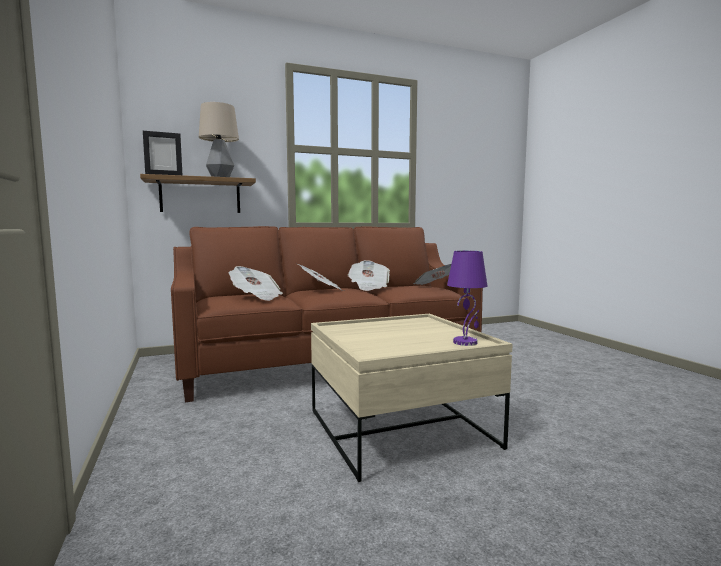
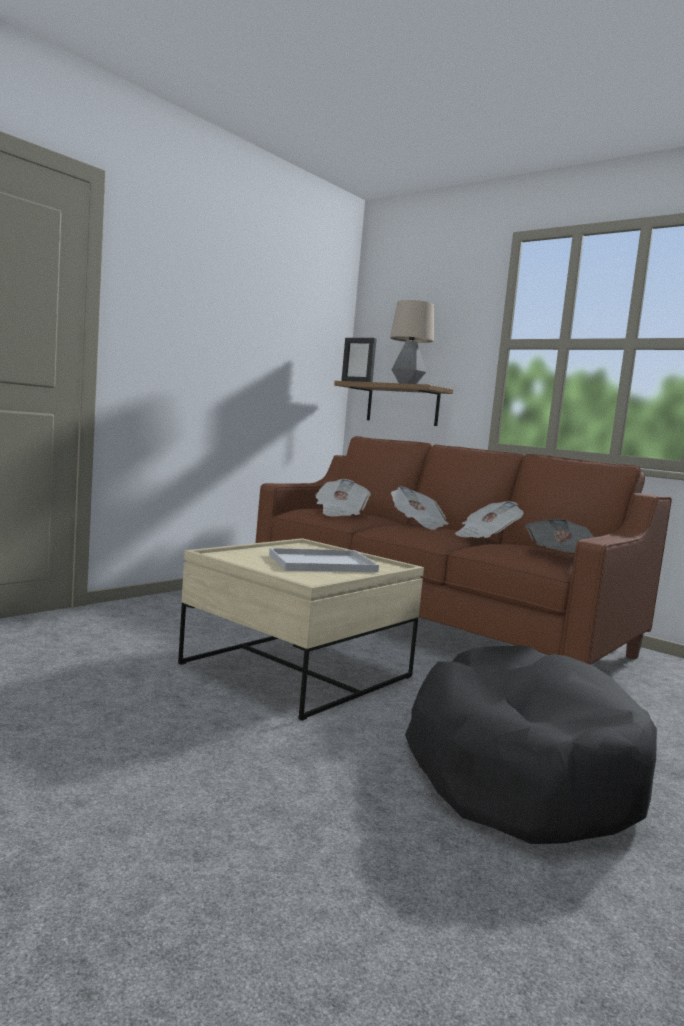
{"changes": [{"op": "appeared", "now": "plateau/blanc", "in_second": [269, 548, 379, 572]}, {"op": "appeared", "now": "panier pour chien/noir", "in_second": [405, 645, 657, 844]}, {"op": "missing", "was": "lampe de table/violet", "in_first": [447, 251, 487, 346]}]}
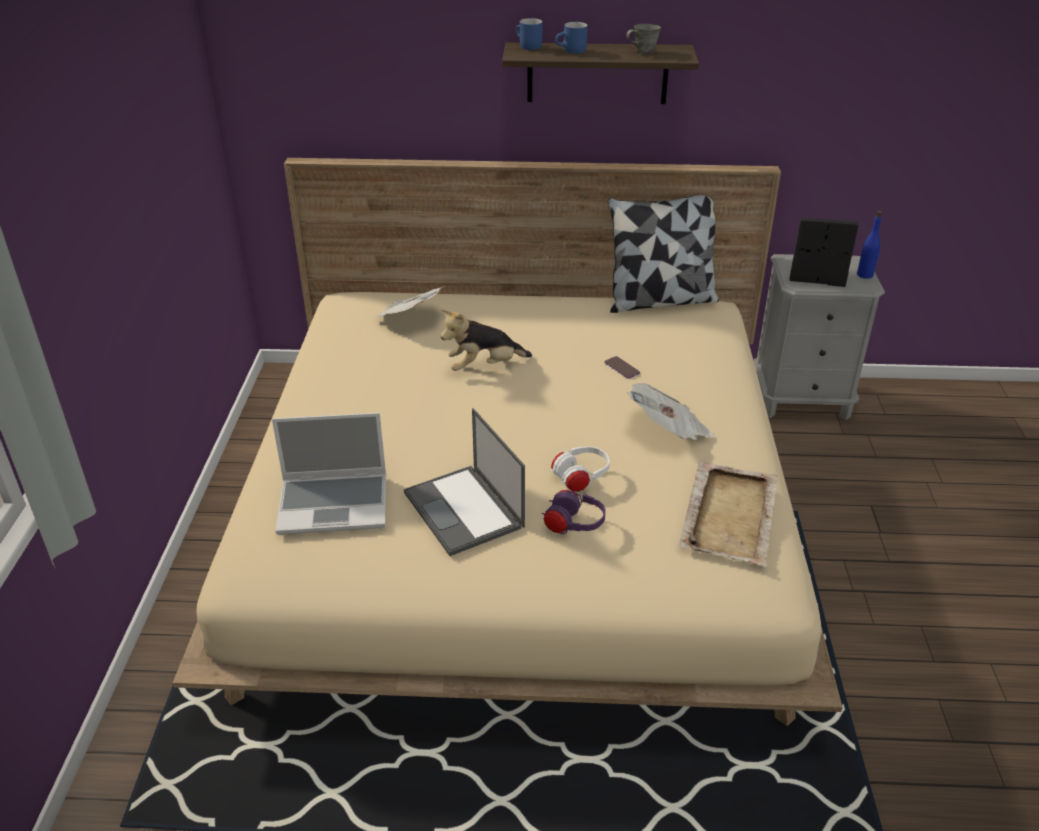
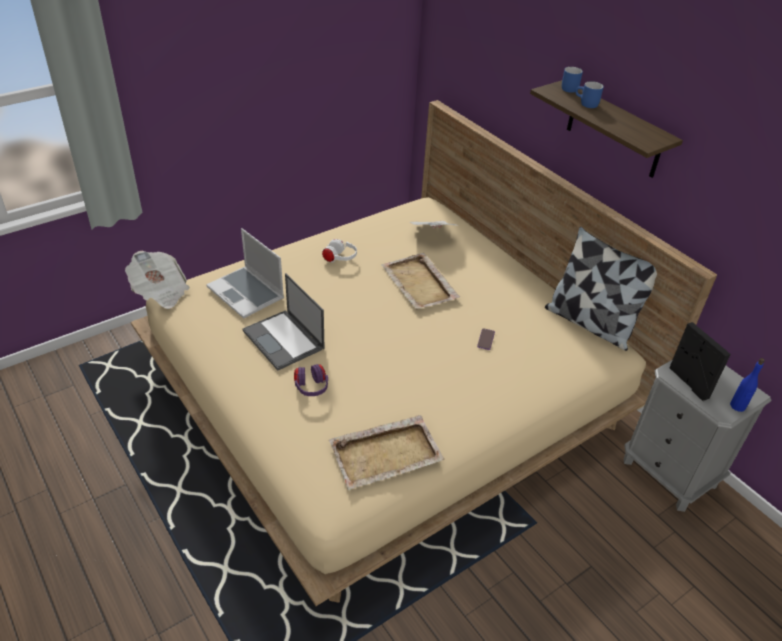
{"changes": [{"op": "relocated", "was": "journal", "in_first": [627, 383, 715, 440], "in_second": [125, 251, 190, 309]}, {"op": "spun", "was": "ordinateur portable", "in_first": [404, 408, 525, 556], "in_second": [242, 273, 325, 371], "clockwise": -60}, {"op": "relocated", "was": "casque audio/blanc", "in_first": [551, 446, 610, 492], "in_second": [322, 239, 357, 263]}, {"op": "exchanged", "was": "peluche", "now": "plateau/beige", "in_first": [441, 309, 532, 371], "in_second": [381, 253, 460, 310]}, {"op": "missing", "was": "mug/gris", "in_first": [626, 24, 661, 54]}]}
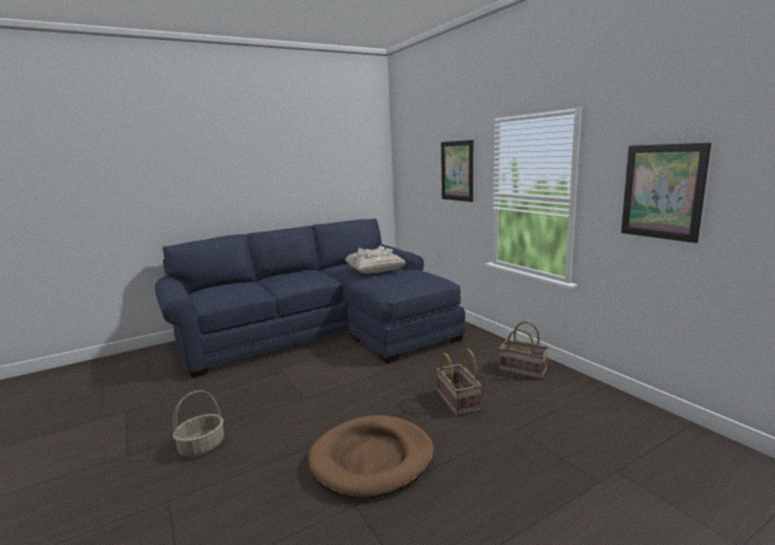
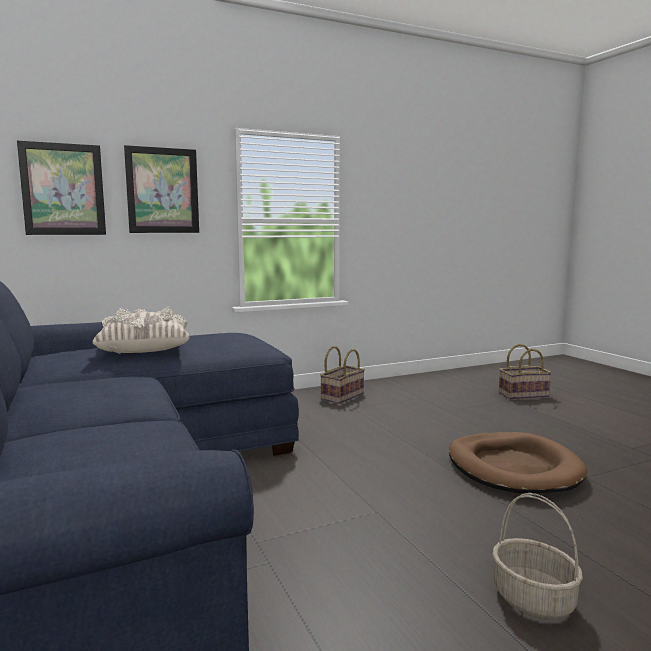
{"changes": [{"op": "relocated", "was": "tableau", "in_first": [621, 143, 711, 243], "in_second": [17, 141, 106, 235]}, {"op": "relocated", "was": "panier", "in_first": [437, 349, 482, 416], "in_second": [499, 344, 552, 399]}]}
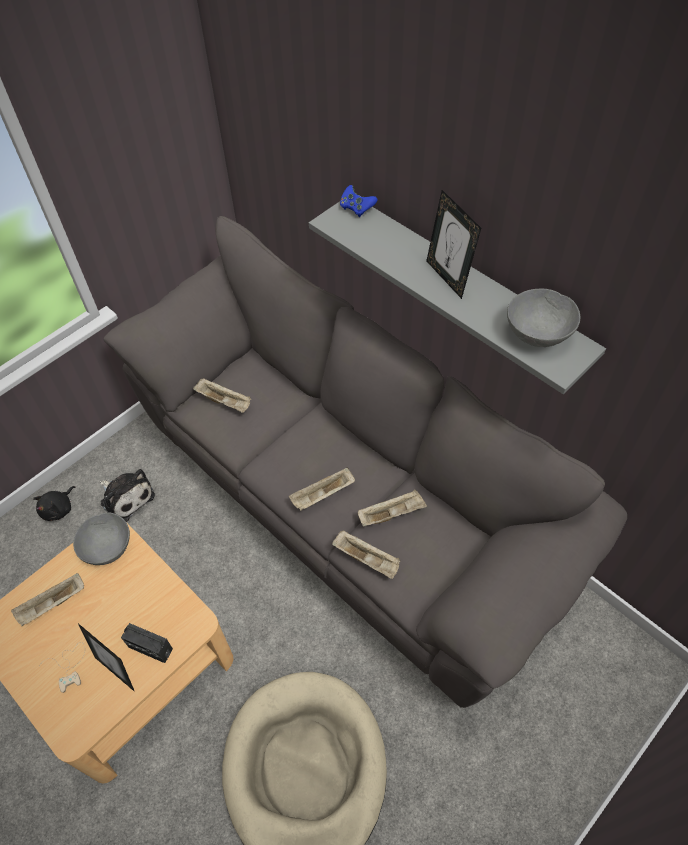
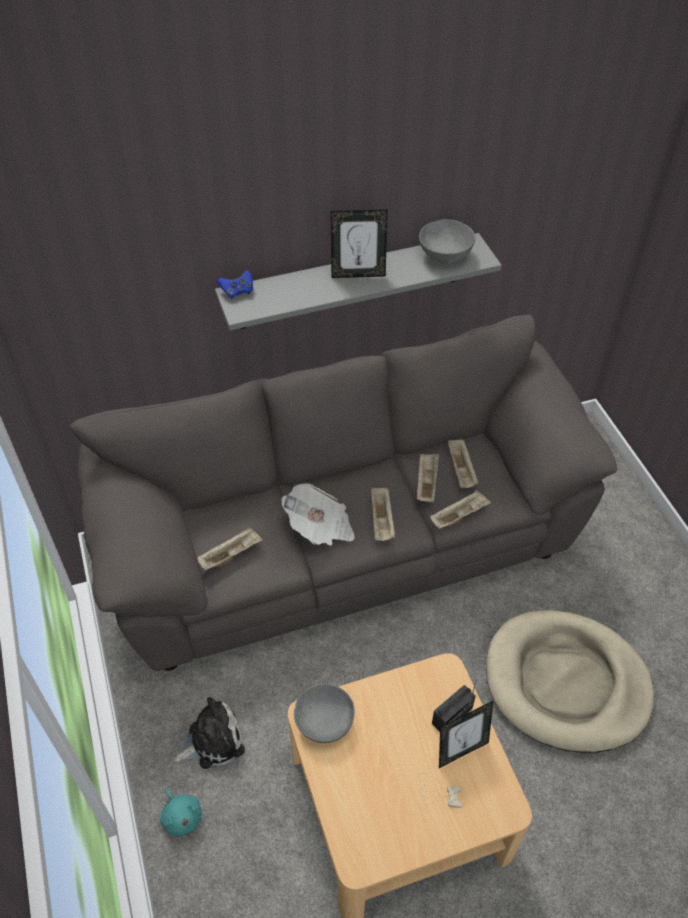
{"changes": [{"op": "colour", "was": "peluche/noir", "now": "peluche/turquoise", "in_first": [33, 486, 76, 521], "in_second": [160, 788, 202, 836]}, {"op": "appeared", "now": "journal", "in_second": [281, 483, 355, 546]}, {"op": "relocated", "was": "plateau/beige", "in_first": [11, 573, 84, 626], "in_second": [448, 439, 479, 488]}]}
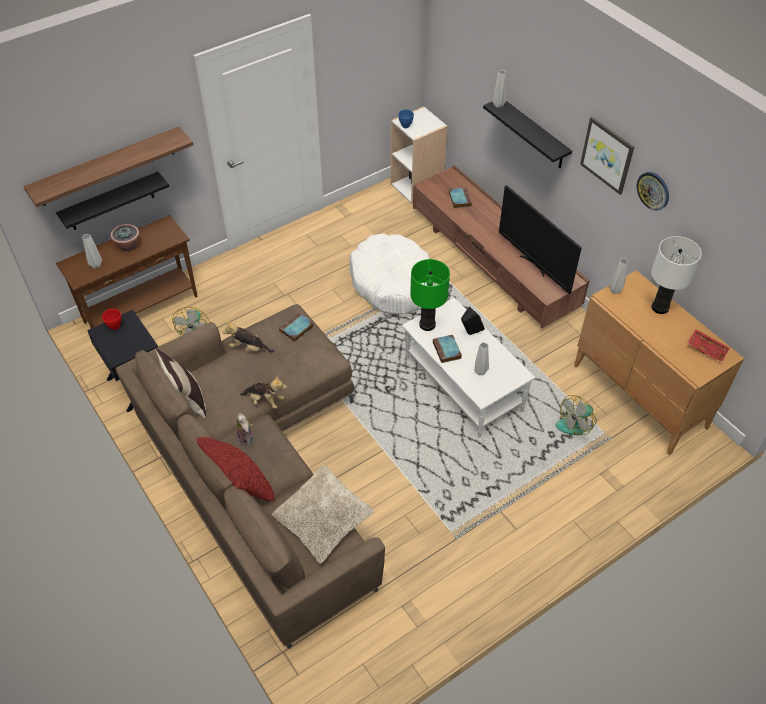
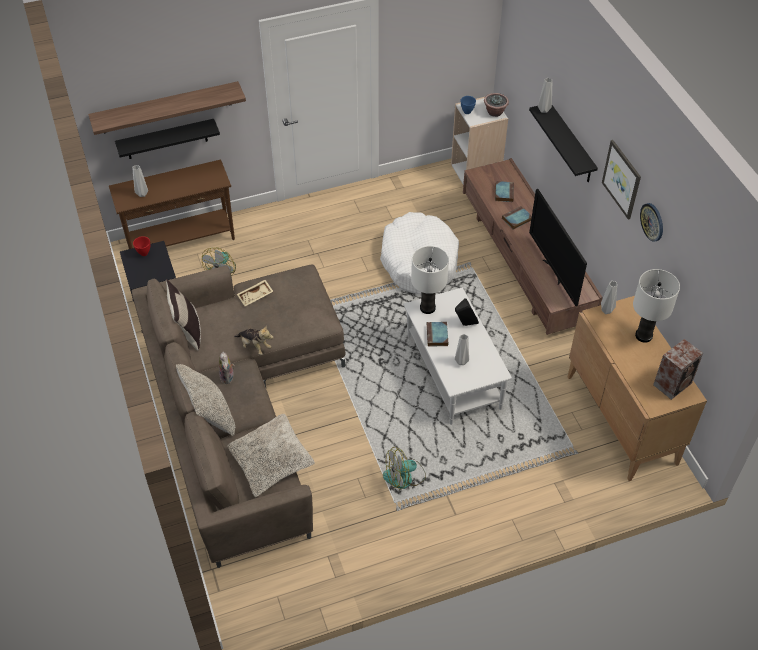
{"changes": [{"op": "colour", "was": "coussin/rouge", "now": "coussin/beige", "in_first": [196, 437, 274, 502], "in_second": [176, 364, 235, 436]}, {"op": "exchanged", "was": "peluche", "now": "plateau/beige", "in_first": [223, 320, 274, 352], "in_second": [237, 280, 274, 306]}, {"op": "relocated", "was": "ventilateur", "in_first": [555, 395, 597, 435], "in_second": [383, 447, 426, 489]}, {"op": "colour", "was": "lampe de table/vert", "now": "lampe de table/blanc", "in_first": [410, 259, 450, 331], "in_second": [411, 246, 449, 314]}, {"op": "relocated", "was": "plante en pot", "in_first": [110, 224, 139, 251], "in_second": [484, 93, 509, 117]}, {"op": "relocated", "was": "livre", "in_first": [279, 313, 314, 342], "in_second": [502, 206, 532, 230]}, {"op": "exchanged", "was": "plateau/rouge", "now": "enceinte", "in_first": [688, 329, 730, 362], "in_second": [653, 339, 703, 400]}]}
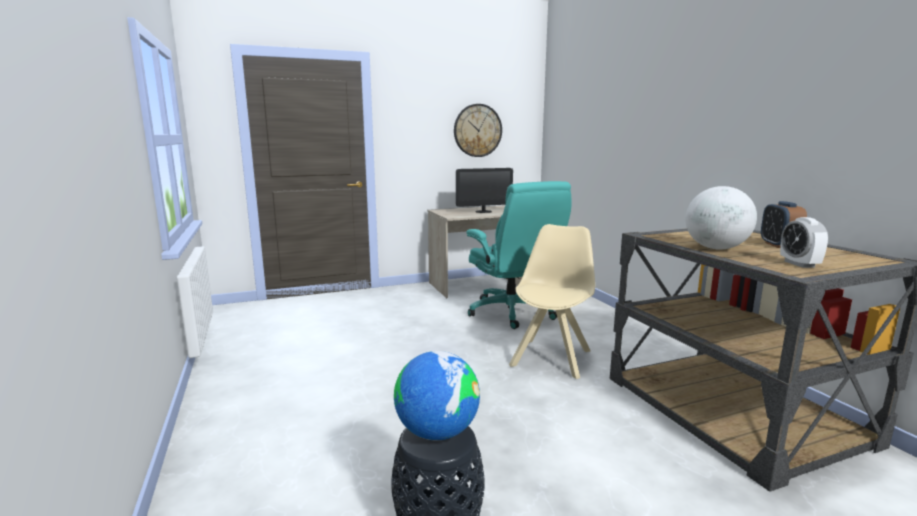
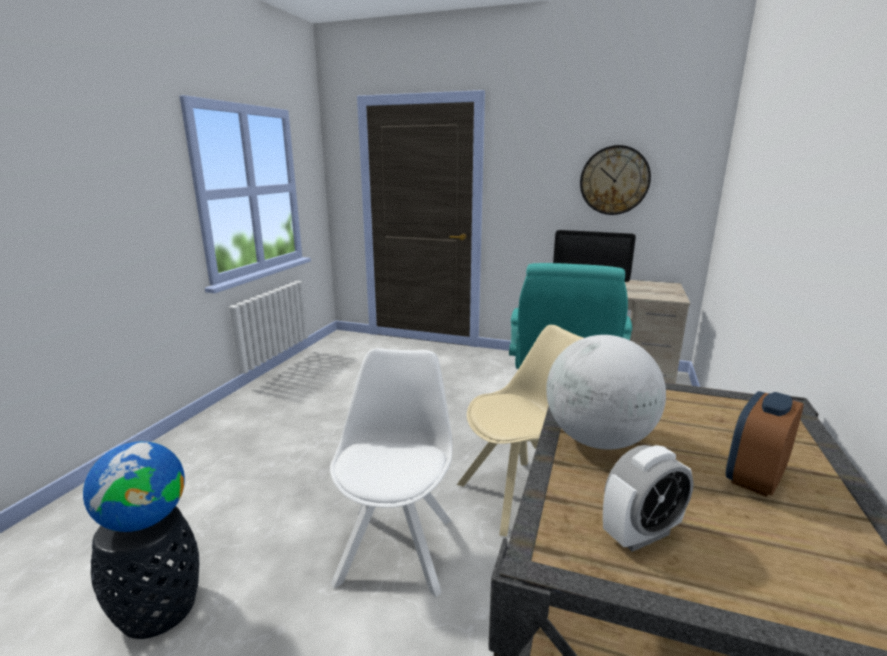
{"changes": [{"op": "appeared", "now": "chaise/blanc", "in_second": [330, 348, 452, 597]}, {"op": "spun", "was": "réveil", "in_first": [780, 217, 828, 268], "in_second": [603, 445, 694, 552], "clockwise": -150}]}
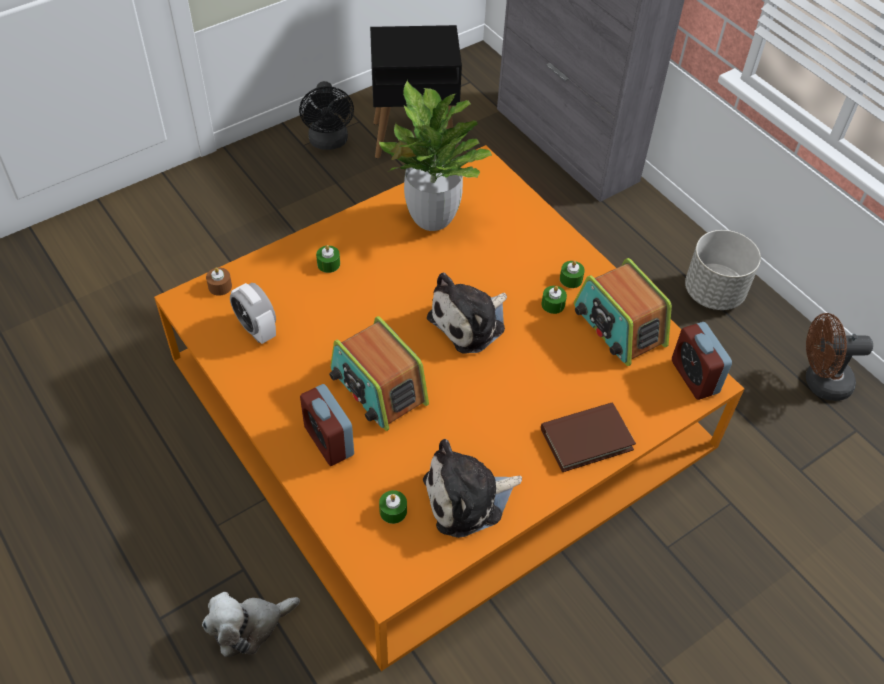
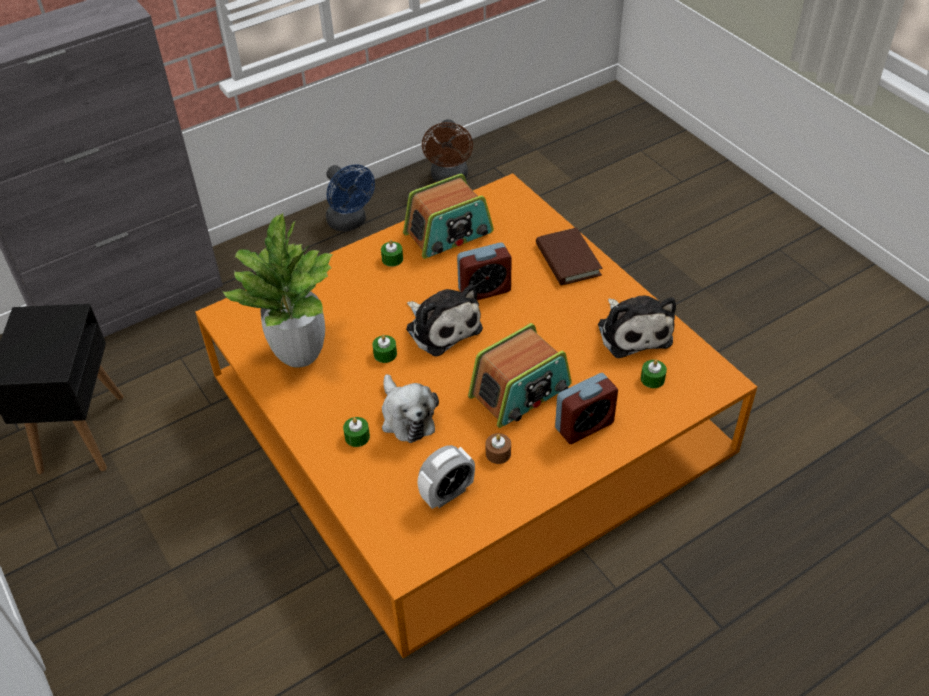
{"changes": [{"op": "exchanged", "was": "cache-pot/gris", "now": "ventilateur/bleu", "in_first": [685, 230, 761, 310], "in_second": [326, 164, 375, 231]}, {"op": "relocated", "was": "bougie/vert", "in_first": [542, 286, 567, 314], "in_second": [372, 335, 397, 363]}, {"op": "relocated", "was": "peluche", "in_first": [202, 592, 300, 657], "in_second": [382, 374, 439, 443]}, {"op": "relocated", "was": "réveil", "in_first": [672, 322, 732, 400], "in_second": [457, 242, 512, 300]}, {"op": "relocated", "was": "bougie/marron", "in_first": [206, 267, 232, 296], "in_second": [486, 433, 511, 464]}, {"op": "missing", "was": "ventilateur/noir", "in_first": [299, 81, 354, 150]}]}
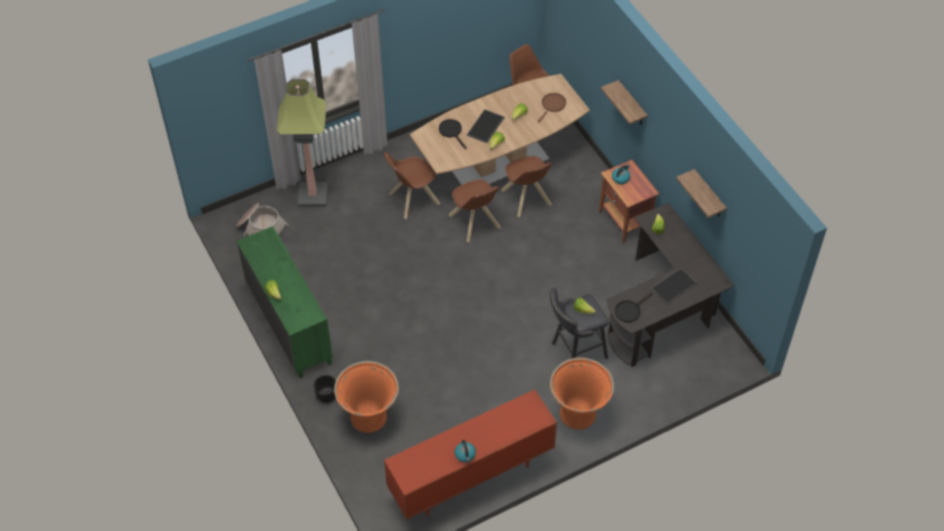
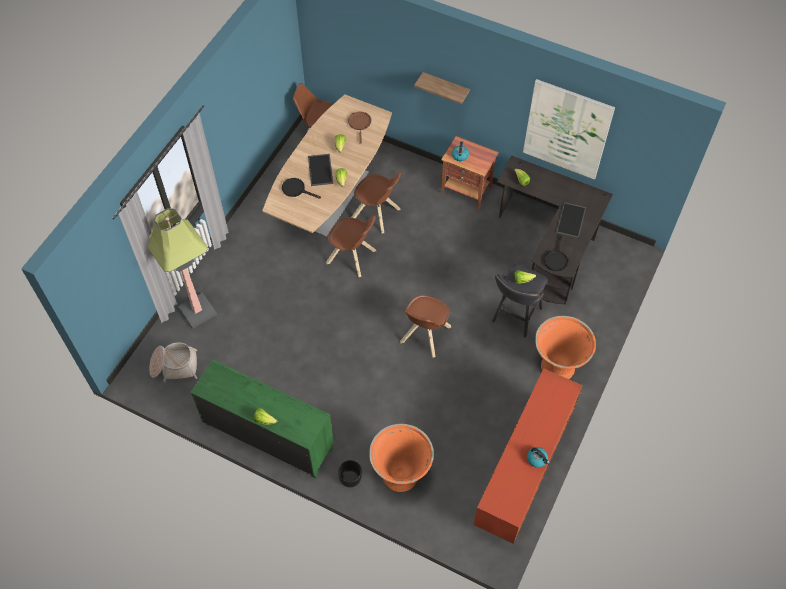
{"changes": [{"op": "relocated", "was": "chaise/marron", "in_first": [384, 152, 440, 219], "in_second": [400, 295, 451, 358]}, {"op": "exchanged", "was": "étagère", "now": "tableau", "in_first": [676, 169, 727, 218], "in_second": [523, 79, 615, 180]}]}
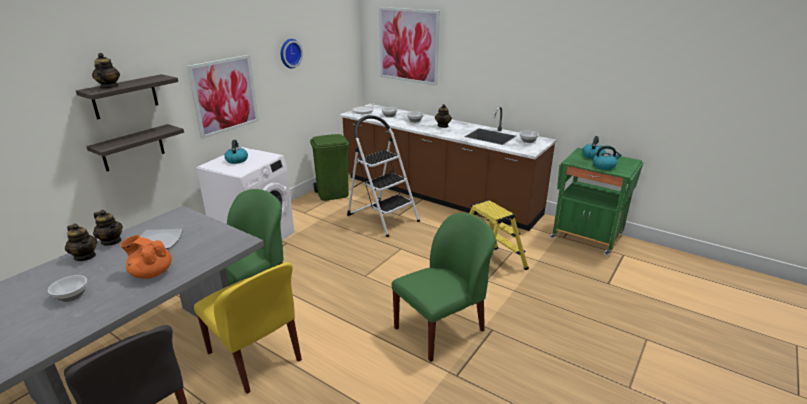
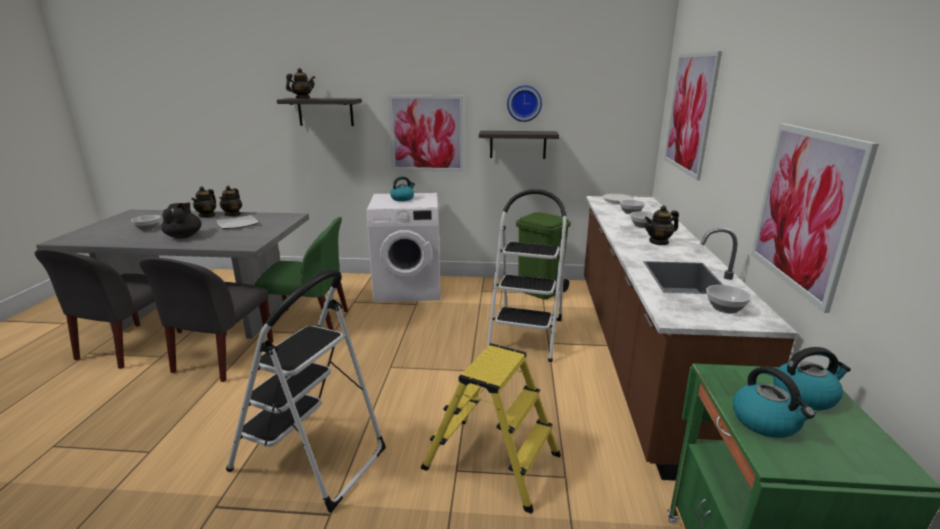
{"changes": [{"op": "colour", "was": "chaise/jaune", "now": "chaise/gris", "in_first": [194, 262, 302, 394], "in_second": [139, 258, 273, 382]}, {"op": "colour", "was": "théière/orange", "now": "théière/noir", "in_first": [120, 235, 172, 279], "in_second": [161, 202, 202, 239]}, {"op": "exchanged", "was": "chaise/vert", "now": "escabeau", "in_first": [392, 213, 496, 362], "in_second": [226, 269, 386, 513]}, {"op": "relocated", "was": "étagère", "in_first": [86, 124, 184, 171], "in_second": [479, 131, 559, 159]}, {"op": "appeared", "now": "tableau", "in_second": [751, 123, 879, 313]}]}
